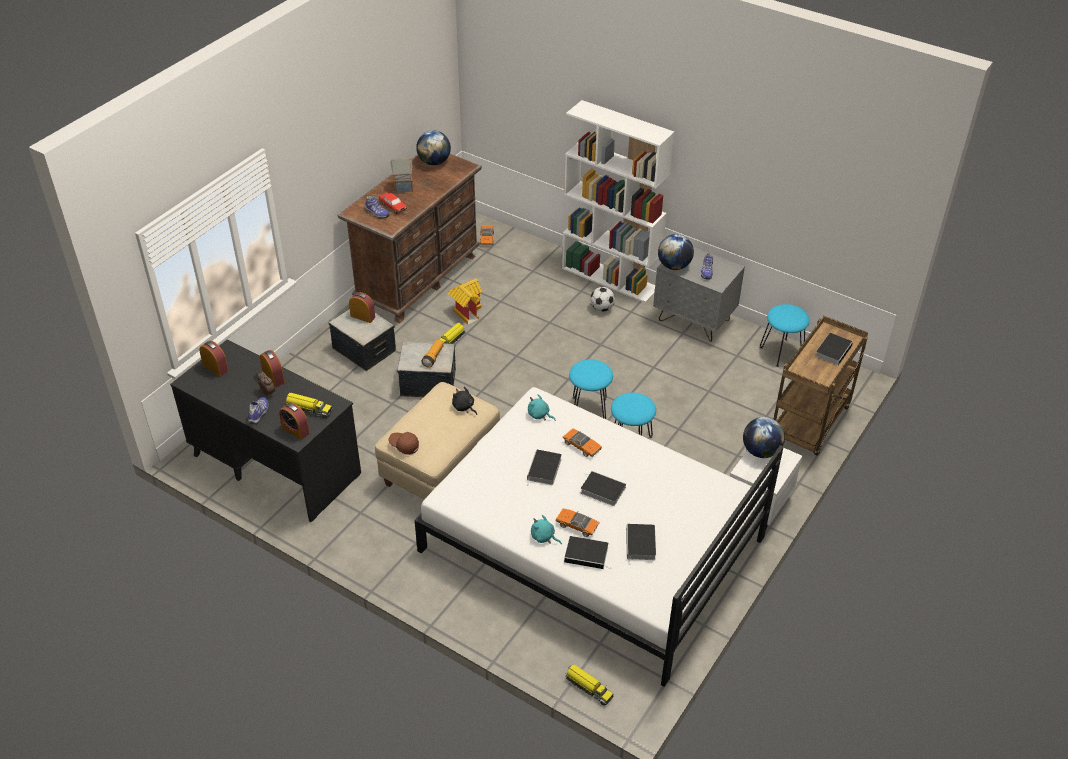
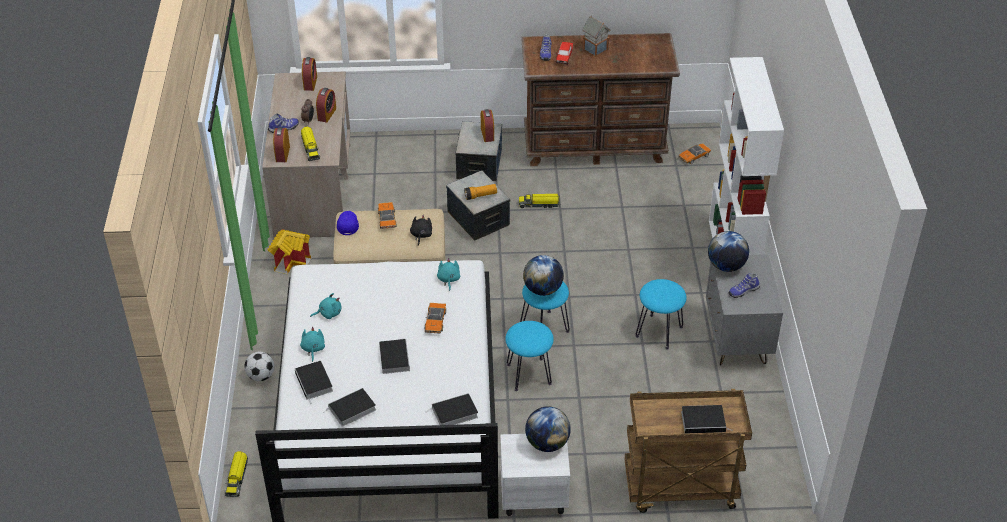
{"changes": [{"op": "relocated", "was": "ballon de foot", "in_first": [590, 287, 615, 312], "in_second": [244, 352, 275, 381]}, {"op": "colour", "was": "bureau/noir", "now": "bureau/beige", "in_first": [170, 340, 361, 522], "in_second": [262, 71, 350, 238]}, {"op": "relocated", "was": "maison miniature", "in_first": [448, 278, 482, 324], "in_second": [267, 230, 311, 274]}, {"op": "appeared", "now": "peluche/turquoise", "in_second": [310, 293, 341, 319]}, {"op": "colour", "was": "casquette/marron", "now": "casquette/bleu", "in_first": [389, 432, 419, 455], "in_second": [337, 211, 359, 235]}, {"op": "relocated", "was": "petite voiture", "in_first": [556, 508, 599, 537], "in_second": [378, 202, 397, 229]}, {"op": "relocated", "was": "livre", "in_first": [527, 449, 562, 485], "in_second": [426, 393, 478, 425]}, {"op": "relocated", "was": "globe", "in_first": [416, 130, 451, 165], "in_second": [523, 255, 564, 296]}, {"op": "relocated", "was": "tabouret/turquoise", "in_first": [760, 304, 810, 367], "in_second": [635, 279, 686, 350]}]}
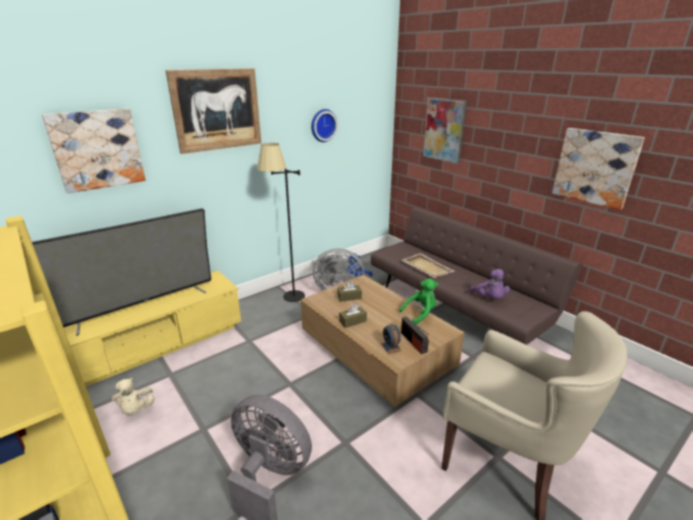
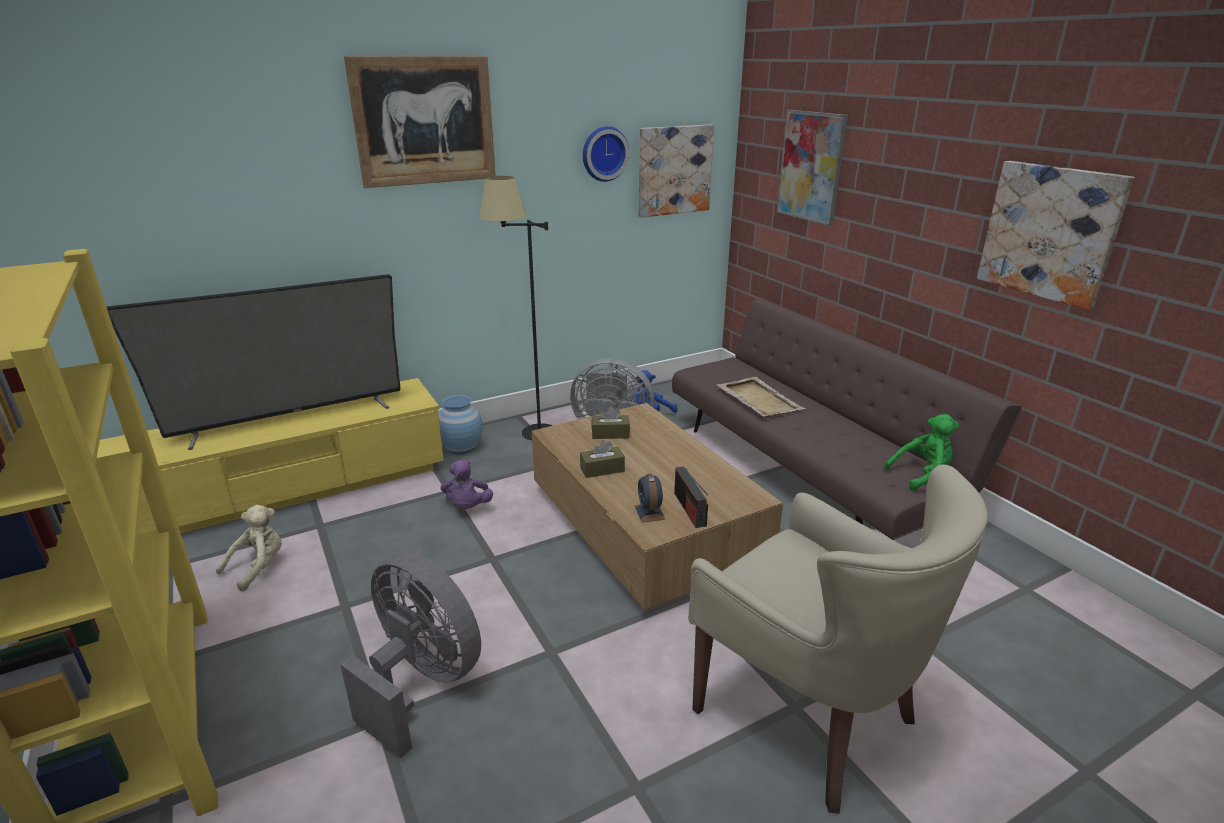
{"changes": [{"op": "spun", "was": "peluche/beige", "in_first": [112, 378, 155, 415], "in_second": [216, 505, 282, 592], "clockwise": -135}, {"op": "appeared", "now": "vase/bleu", "in_second": [438, 395, 482, 454]}, {"op": "relocated", "was": "peluche/violet", "in_first": [470, 269, 510, 299], "in_second": [440, 460, 493, 509]}, {"op": "relocated", "was": "tableau", "in_first": [42, 109, 146, 193], "in_second": [639, 125, 714, 218]}, {"op": "relocated", "was": "peluche/vert", "in_first": [399, 278, 438, 325], "in_second": [884, 414, 959, 491]}]}
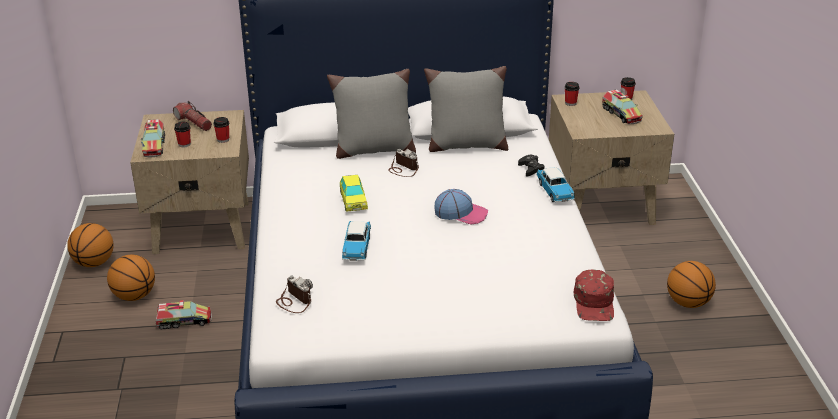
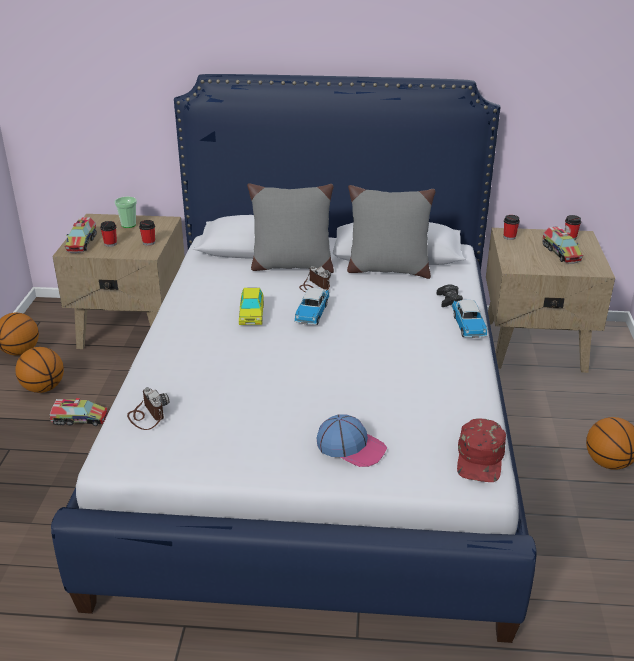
{"changes": [{"op": "exchanged", "was": "lampe de poche", "now": "tasse", "in_first": [173, 101, 212, 131], "in_second": [115, 197, 137, 228]}, {"op": "relocated", "was": "petite voiture", "in_first": [342, 221, 371, 261], "in_second": [294, 288, 330, 325]}, {"op": "relocated", "was": "casquette", "in_first": [435, 189, 488, 225], "in_second": [316, 414, 387, 467]}]}
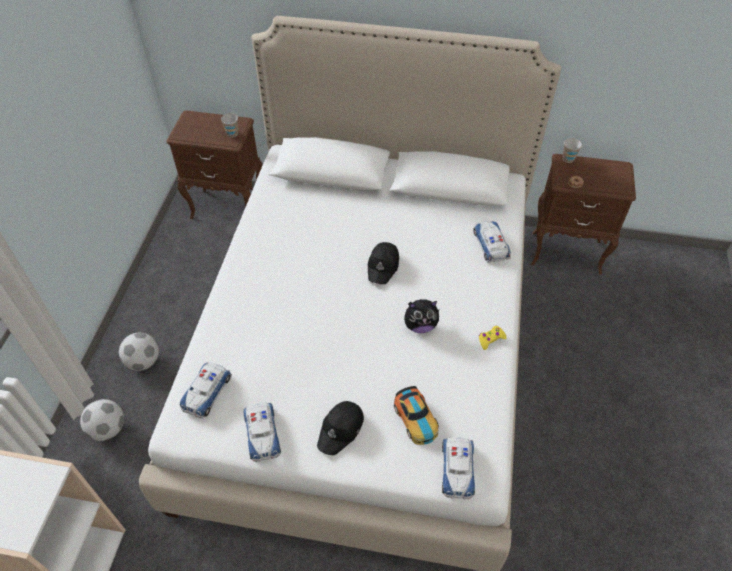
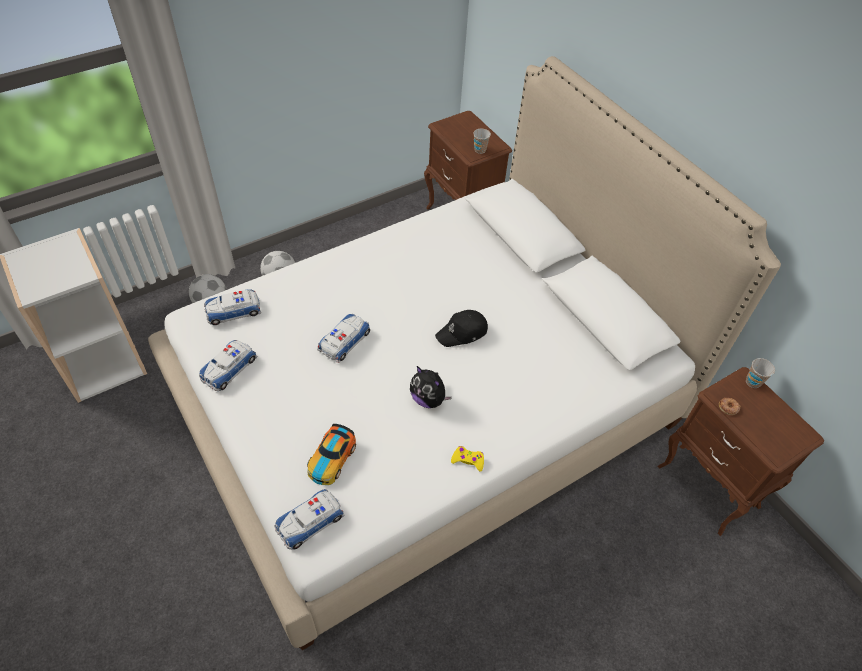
{"changes": [{"op": "relocated", "was": "petite voiture", "in_first": [473, 221, 511, 263], "in_second": [317, 314, 370, 363]}, {"op": "missing", "was": "casquette/noir", "in_first": [317, 401, 364, 455]}]}
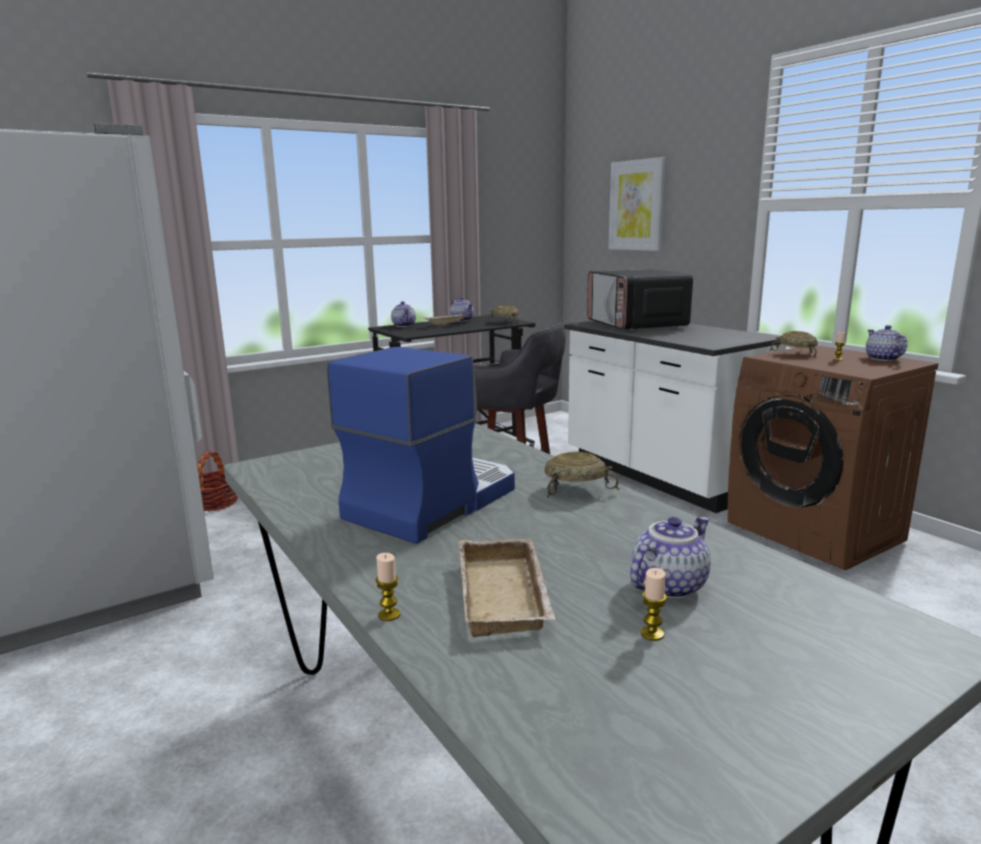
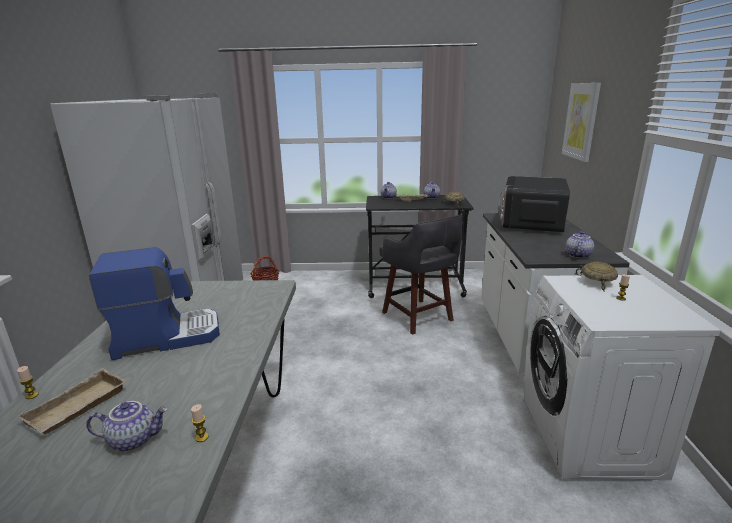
{"changes": [{"op": "relocated", "was": "bougie", "in_first": [640, 568, 667, 641], "in_second": [191, 404, 209, 442]}, {"op": "colour", "was": "lave-linge/marron", "now": "lave-linge/blanc", "in_first": [727, 345, 939, 571], "in_second": [524, 275, 721, 480]}, {"op": "relocated", "was": "théière", "in_first": [866, 325, 907, 361], "in_second": [566, 231, 594, 258]}, {"op": "missing", "was": "bol/beige", "in_first": [544, 452, 619, 497]}]}
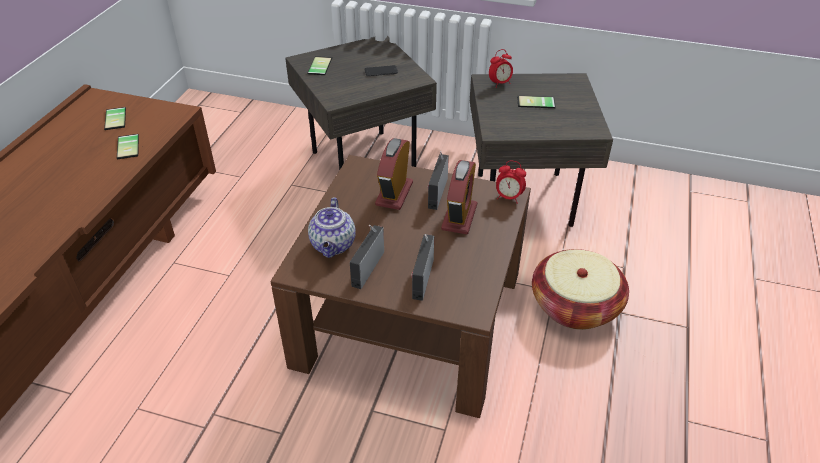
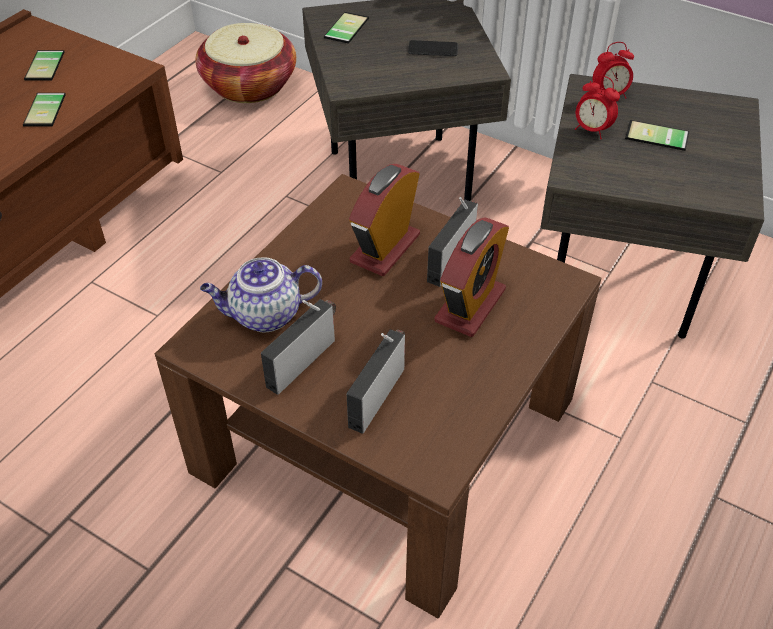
{"changes": [{"op": "relocated", "was": "panier", "in_first": [532, 249, 629, 330], "in_second": [195, 23, 296, 103]}, {"op": "spun", "was": "théière", "in_first": [308, 197, 356, 258], "in_second": [200, 257, 322, 332], "clockwise": 60}, {"op": "relocated", "was": "réveil", "in_first": [496, 160, 526, 204], "in_second": [575, 75, 620, 139]}]}
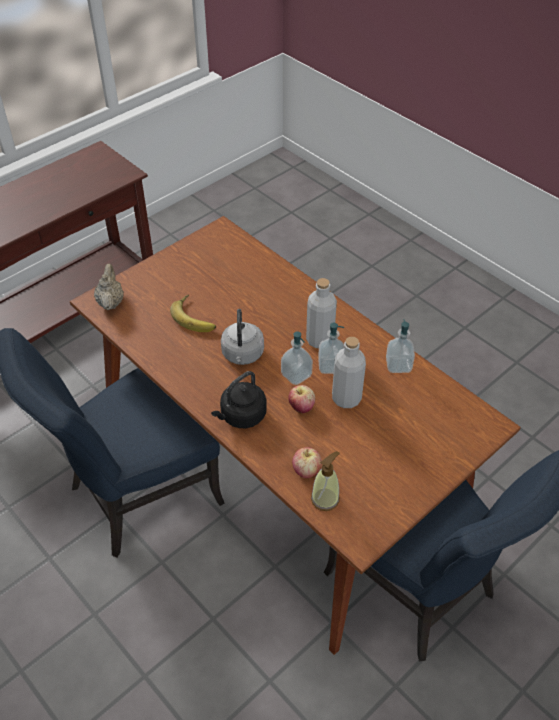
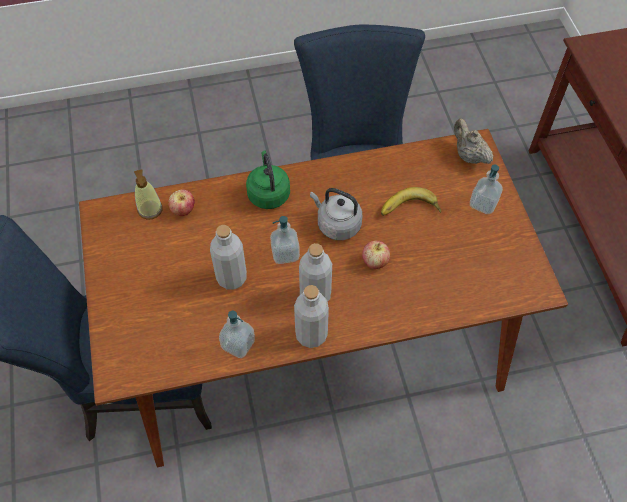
{"changes": [{"op": "colour", "was": "bouilloire/noir", "now": "bouilloire/vert", "in_first": [211, 371, 267, 428], "in_second": [246, 151, 290, 209]}, {"op": "appeared", "now": "bouteille/gris", "in_second": [294, 285, 329, 348]}, {"op": "relocated", "was": "pomme", "in_first": [288, 385, 315, 413], "in_second": [362, 240, 390, 269]}, {"op": "spun", "was": "théière/beige", "in_first": [94, 264, 124, 310], "in_second": [454, 118, 493, 164], "clockwise": -150}, {"op": "relocated", "was": "distributeur de savon", "in_first": [318, 323, 344, 374], "in_second": [470, 164, 503, 214]}]}
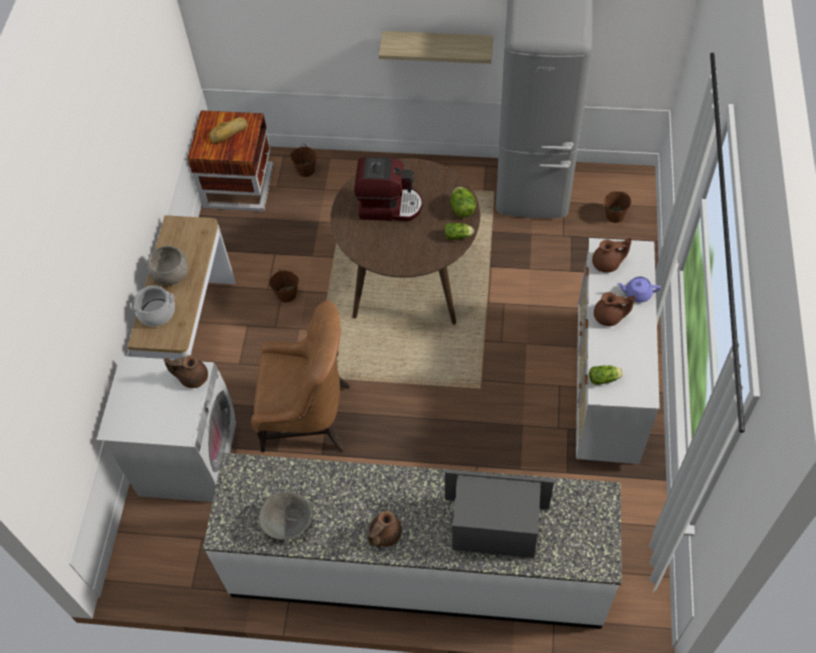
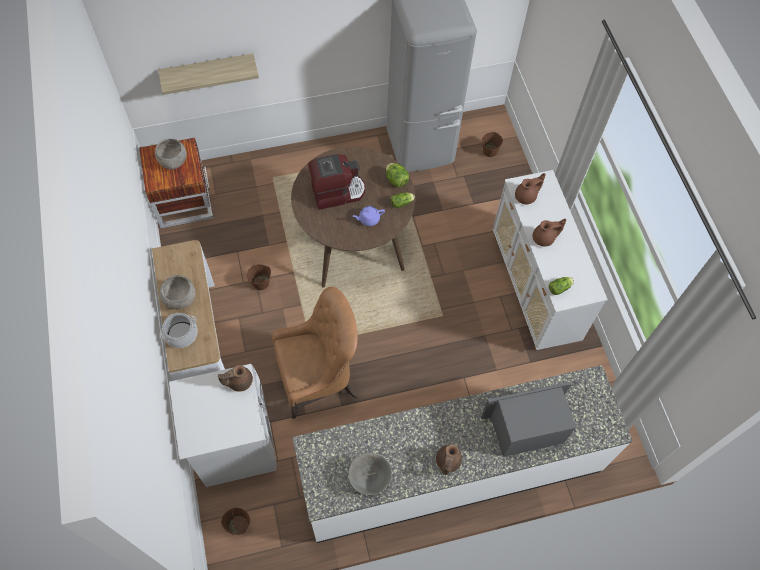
{"changes": [{"op": "exchanged", "was": "pain", "now": "bol/gris", "in_first": [209, 117, 247, 144], "in_second": [155, 138, 187, 169]}, {"op": "relocated", "was": "étagère", "in_first": [379, 31, 493, 64], "in_second": [158, 53, 259, 95]}, {"op": "relocated", "was": "seau/marron", "in_first": [290, 145, 317, 177], "in_second": [221, 507, 250, 535]}, {"op": "relocated", "was": "théière/violet", "in_first": [617, 277, 661, 303], "in_second": [352, 206, 385, 226]}]}
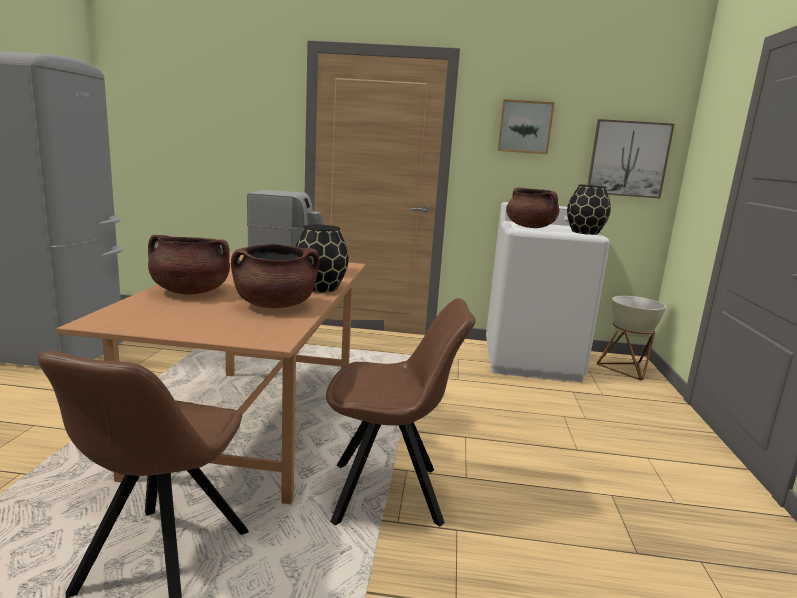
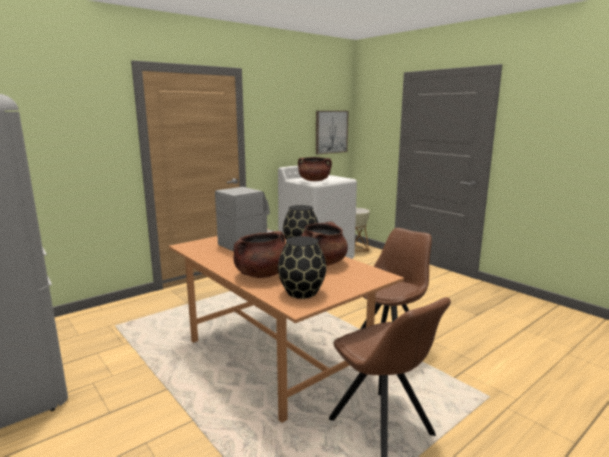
{"changes": [{"op": "relocated", "was": "vase/noir", "in_first": [567, 184, 611, 235], "in_second": [278, 236, 326, 299]}, {"op": "missing", "was": "tableau", "in_first": [498, 99, 555, 154]}]}
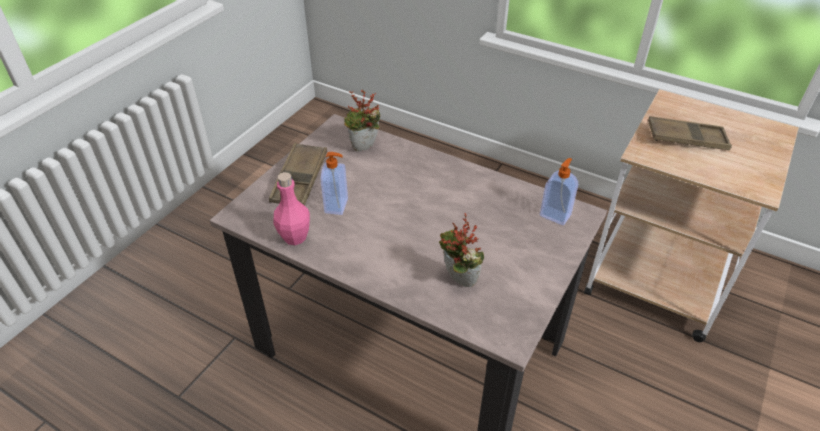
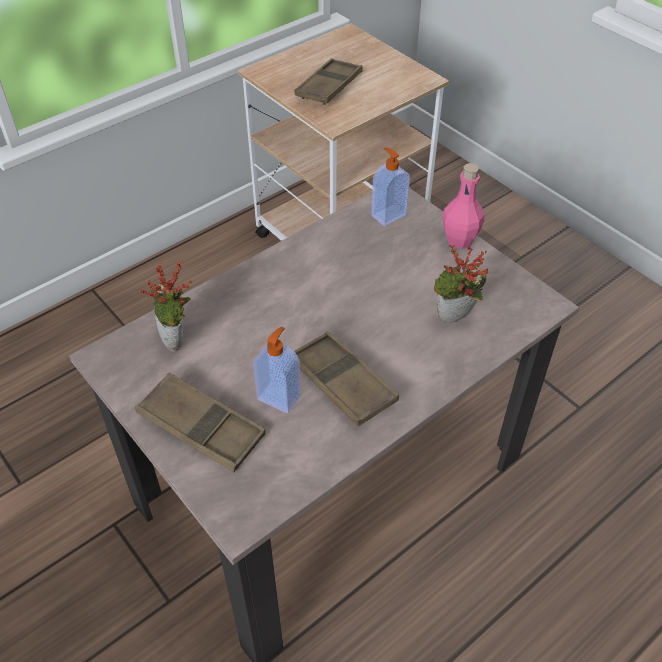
{"changes": [{"op": "appeared", "now": "plateau/marron", "in_second": [294, 331, 399, 426]}, {"op": "relocated", "was": "bouteille/rose", "in_first": [273, 172, 310, 245], "in_second": [443, 163, 484, 249]}]}
